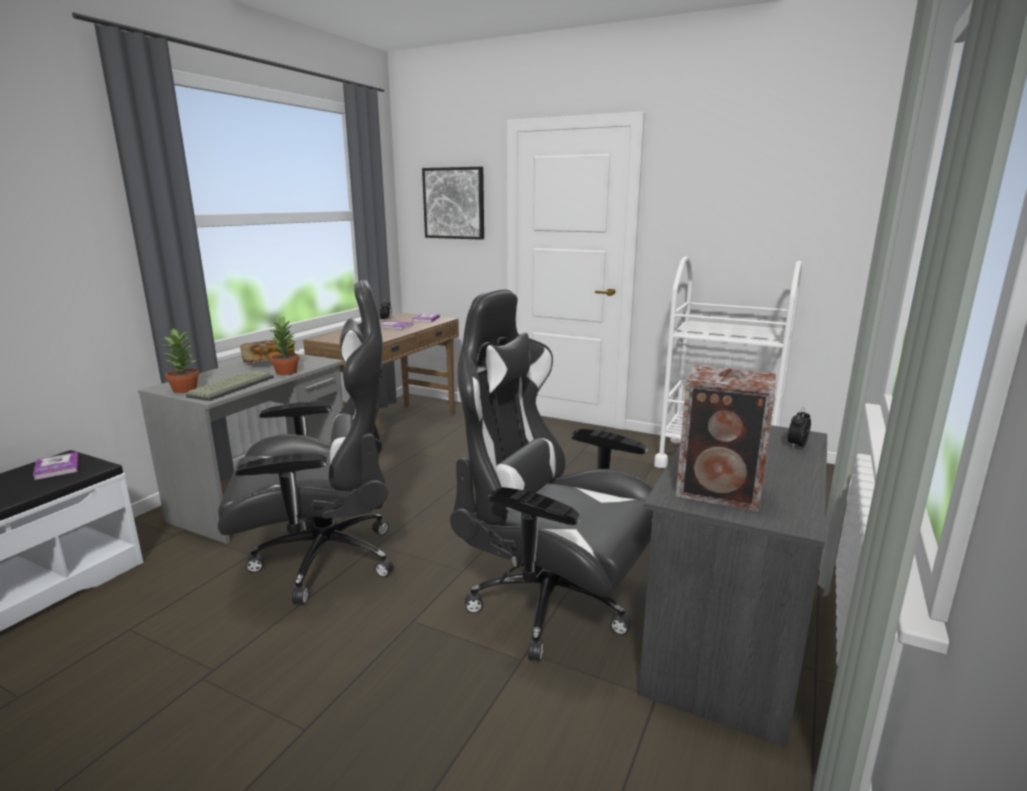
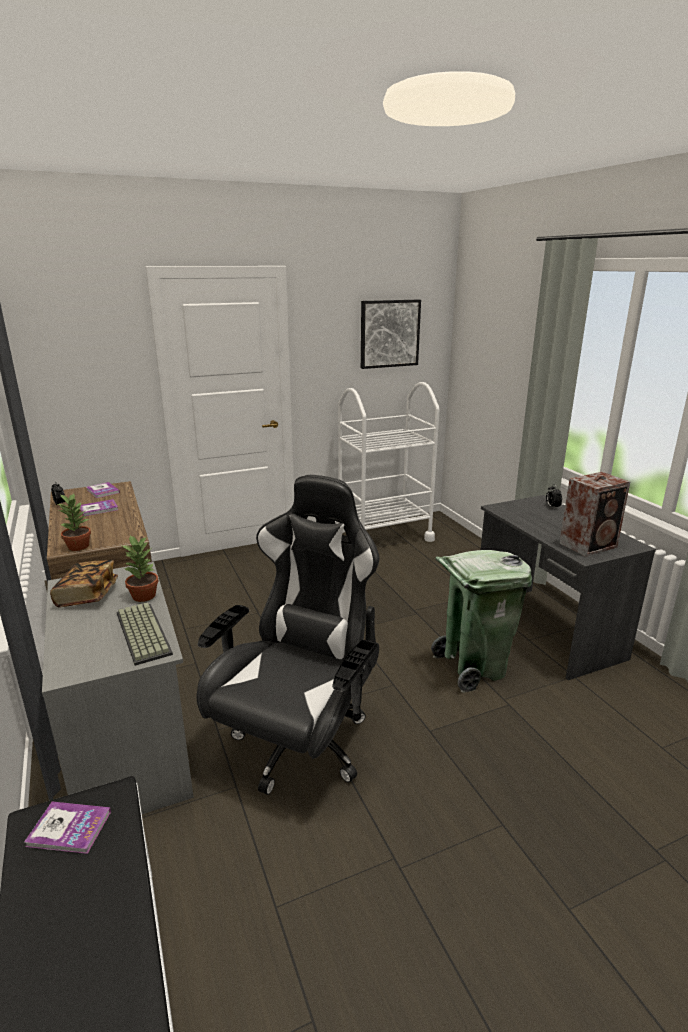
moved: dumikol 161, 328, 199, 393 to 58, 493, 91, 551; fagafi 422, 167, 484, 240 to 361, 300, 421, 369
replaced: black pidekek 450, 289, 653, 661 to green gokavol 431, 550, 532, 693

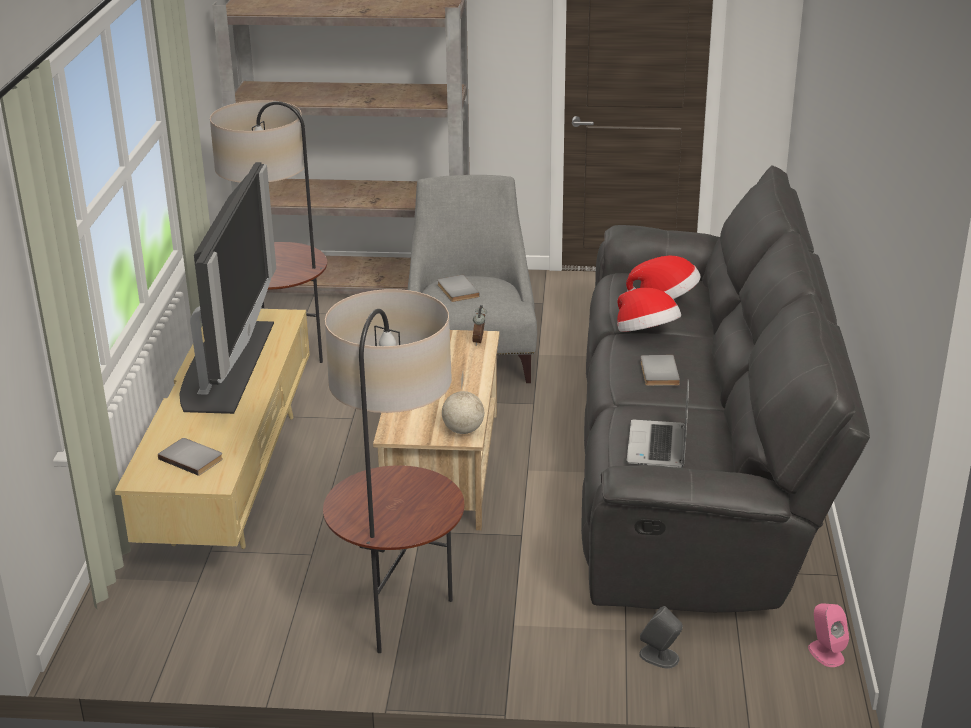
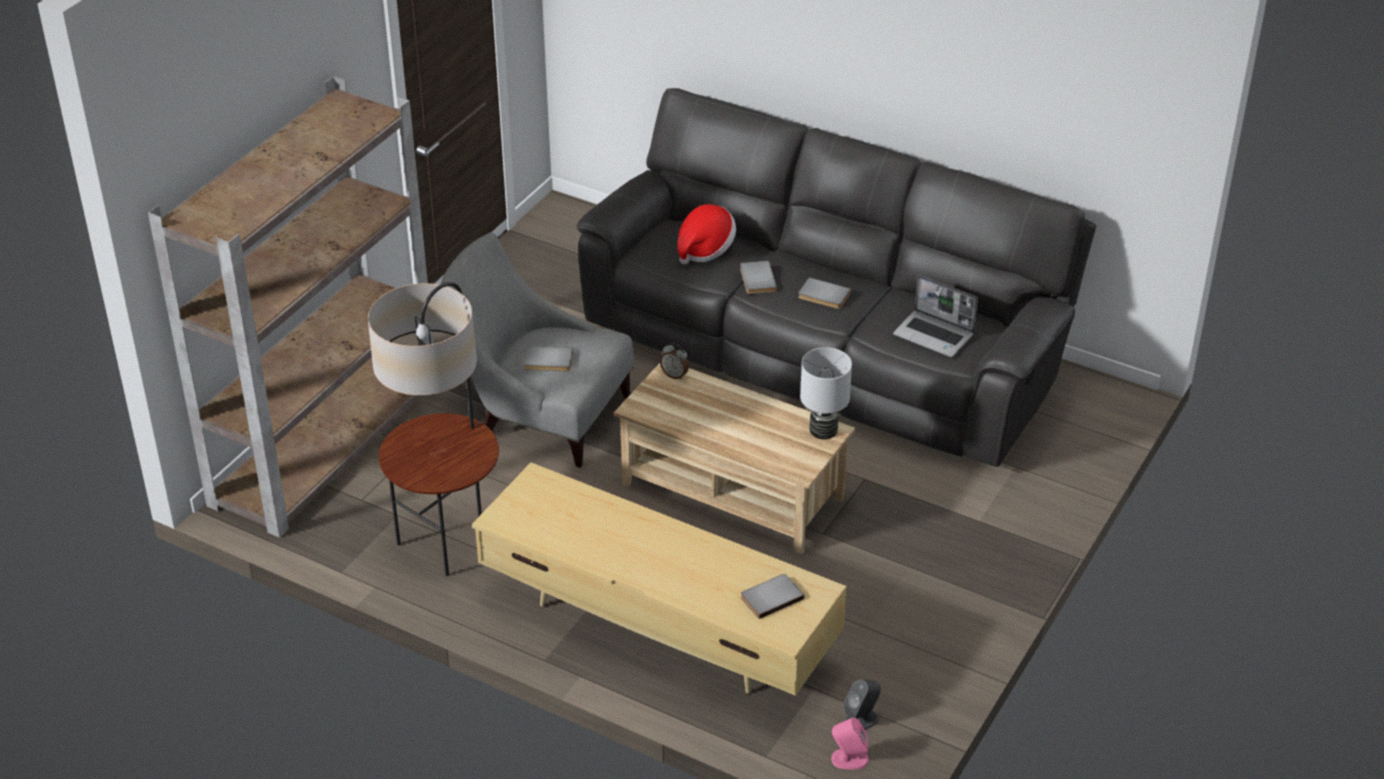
removed: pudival 179, 162, 276, 414; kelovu 323, 289, 464, 653
moved: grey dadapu 639, 606, 683, 669 to 844, 679, 881, 730; pink dadapu 808, 603, 849, 667 to 831, 717, 869, 769
replaced: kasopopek 442, 372, 484, 434 to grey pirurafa 800, 347, 852, 439; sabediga 617, 288, 681, 332 to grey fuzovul 740, 261, 777, 294

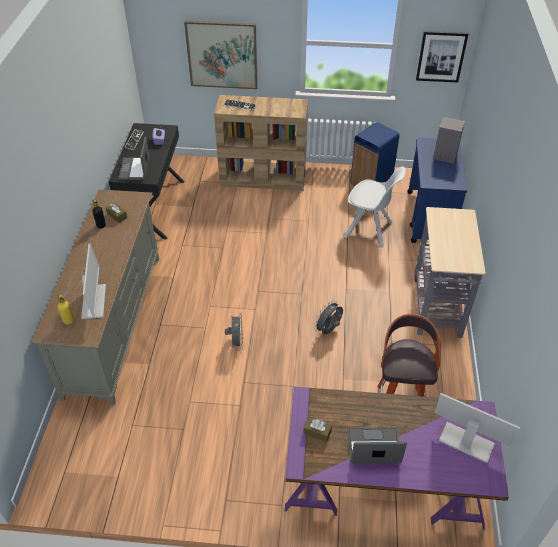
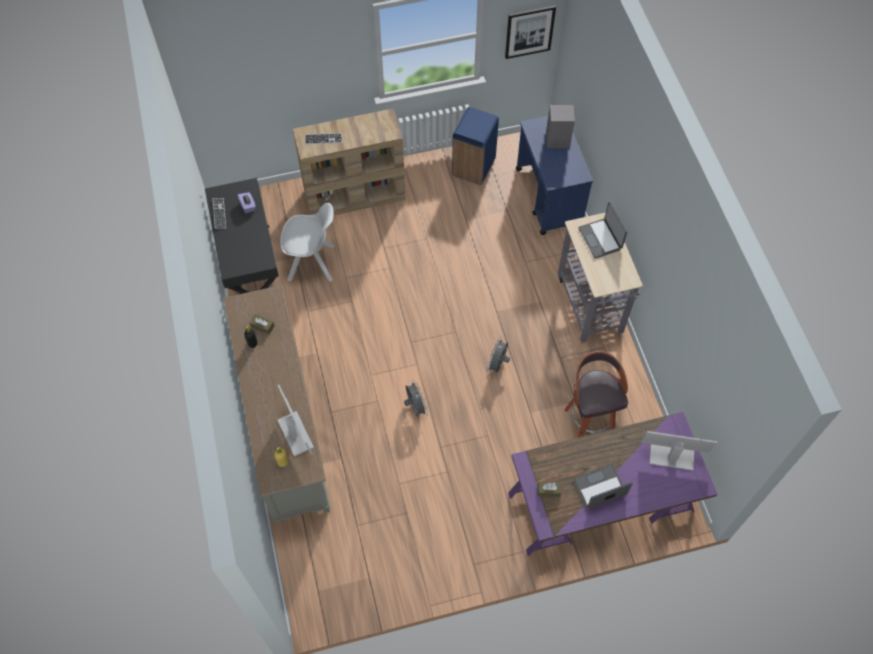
removed: fagafi 184, 21, 258, 89
moved: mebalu 118, 136, 150, 180 to 578, 202, 627, 258; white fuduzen 344, 166, 406, 247 to 280, 203, 334, 282

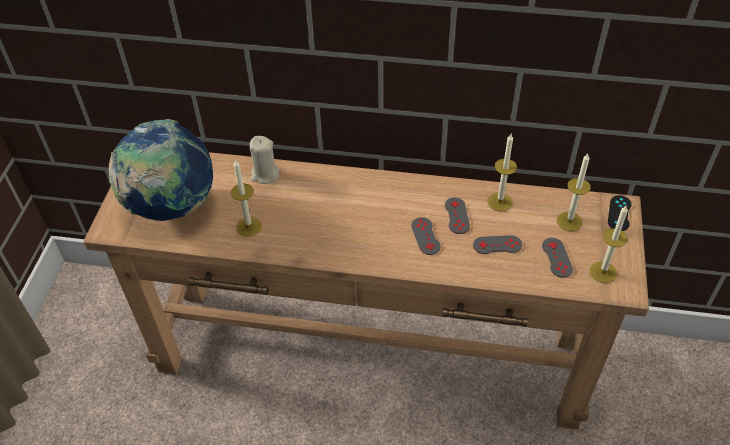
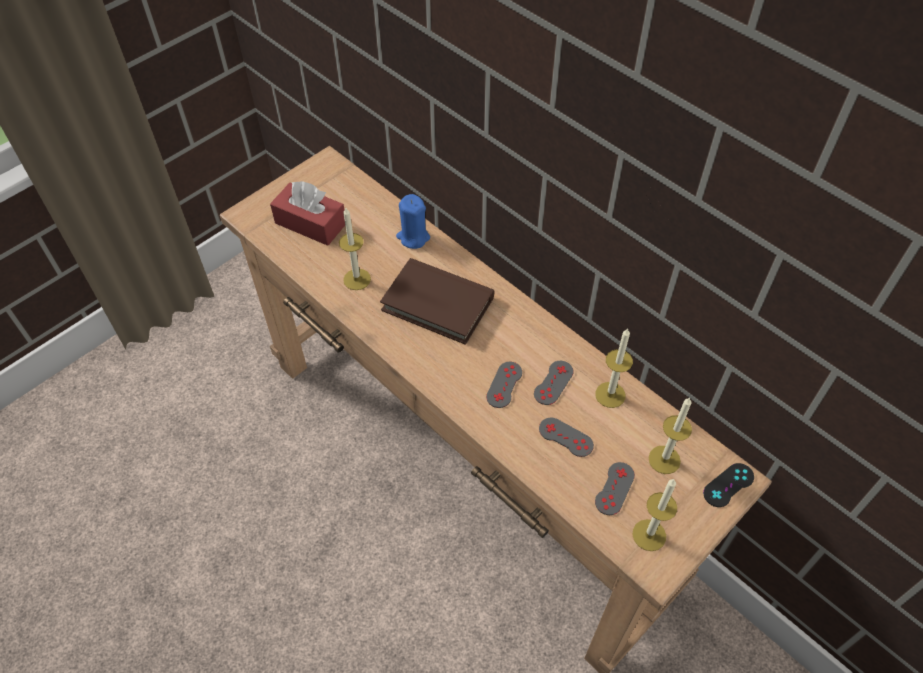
added: brown fuzovul 380, 258, 494, 345
replaced: kasopopek 109, 119, 213, 221 to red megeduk 270, 181, 345, 246
recoloured: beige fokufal 250, 136, 280, 184 to blue fokufal 396, 194, 430, 249

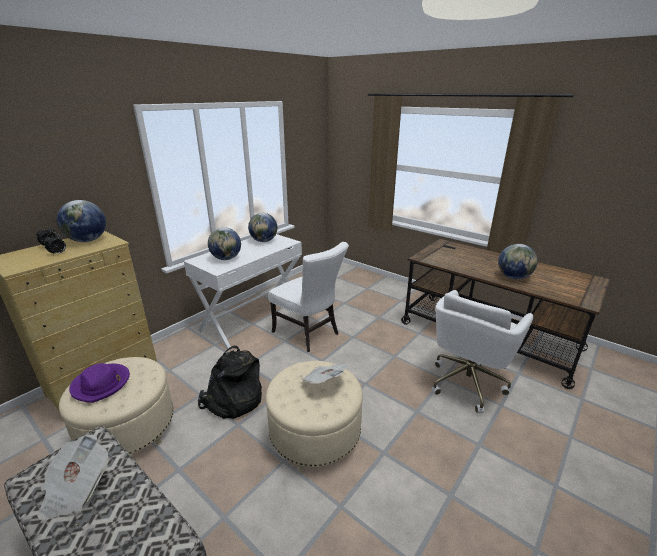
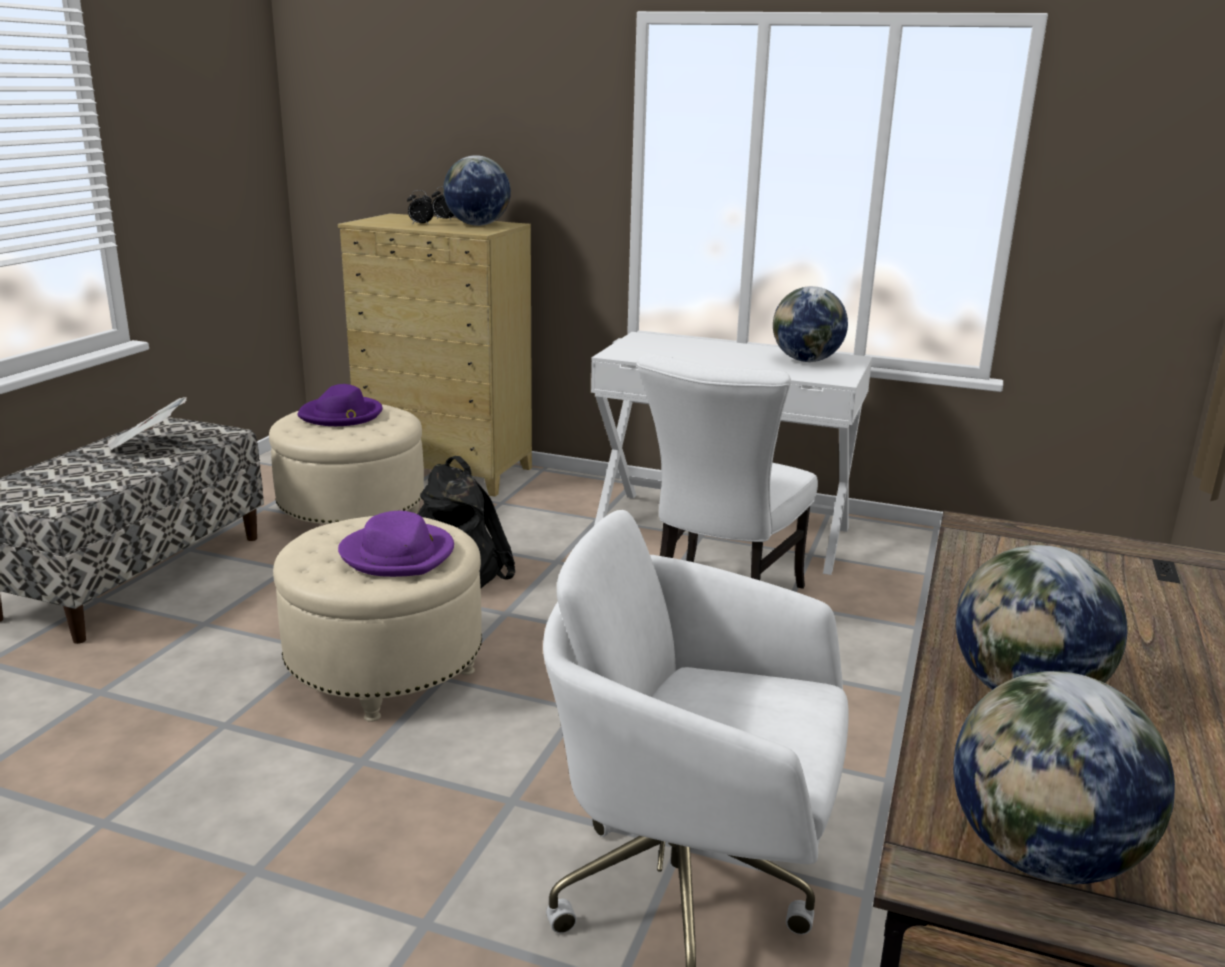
moved: kasopopek 208, 227, 241, 260 to 953, 671, 1175, 884
replaced: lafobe 301, 364, 349, 384 to purple sabediga 338, 511, 454, 577

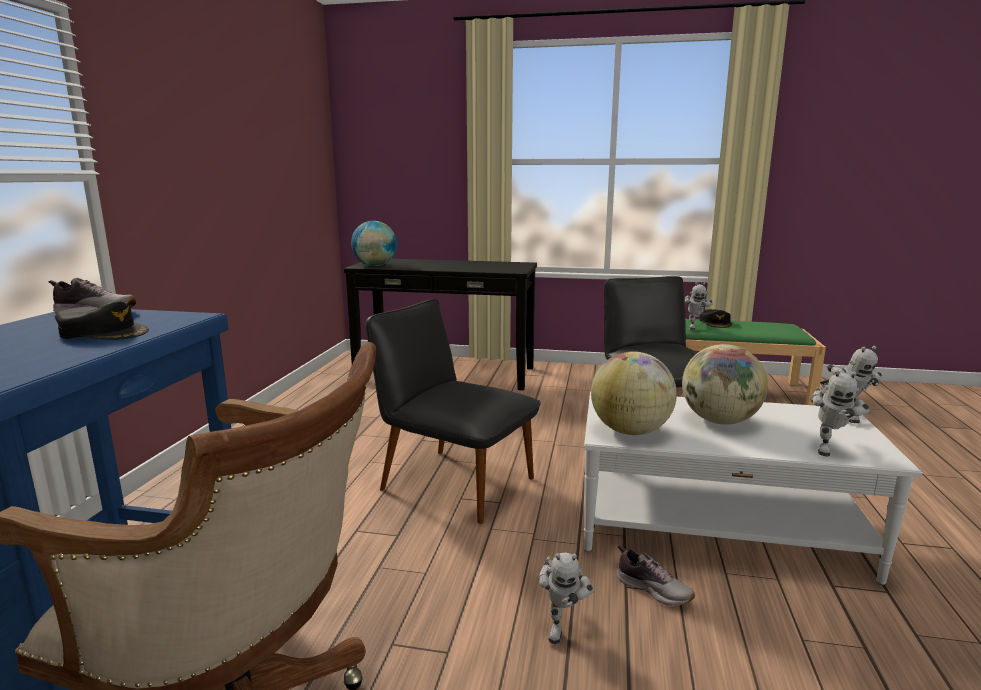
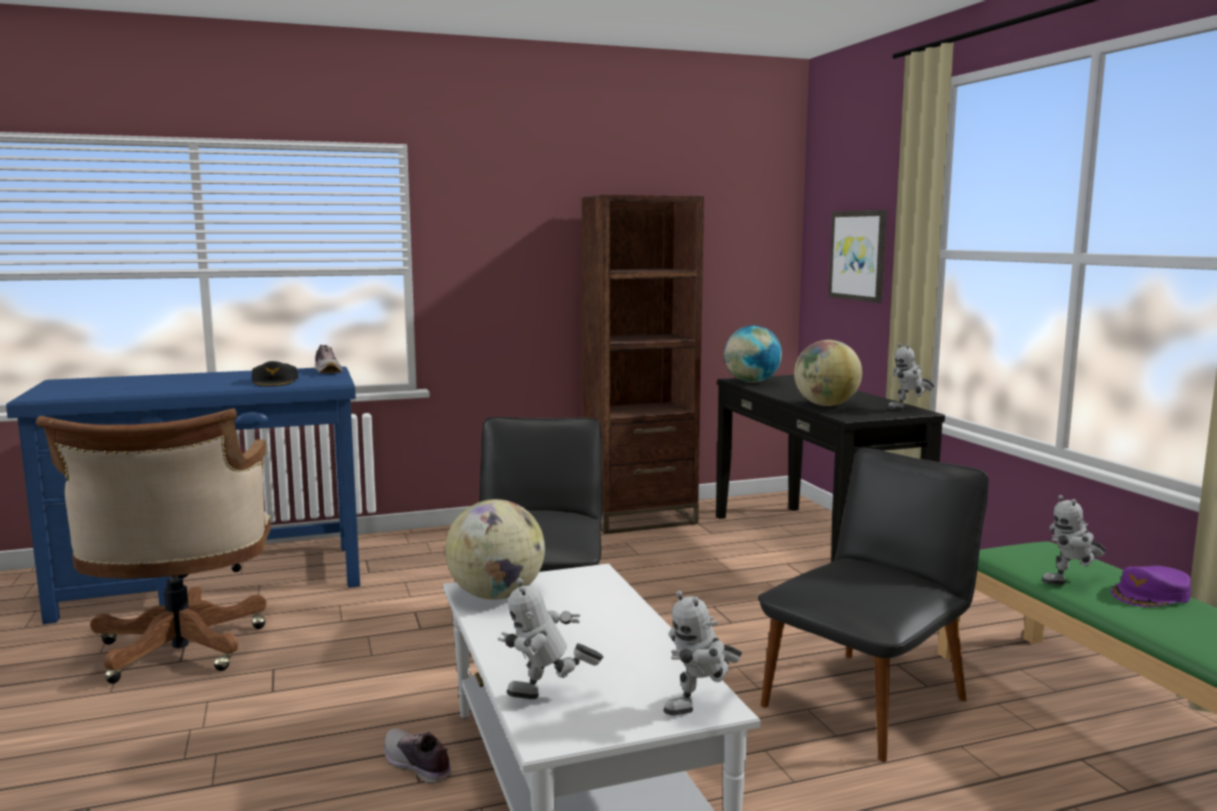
added: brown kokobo 582, 195, 704, 534; fagafi 828, 210, 887, 303
moved: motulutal 538, 553, 594, 644 to 888, 343, 934, 410; kasopopek 682, 344, 768, 424 to 794, 340, 862, 406
recoloured: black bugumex 700, 309, 732, 328 to purple bugumex 1111, 566, 1191, 607
turned: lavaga 617, 545, 695, 606 = 384, 728, 452, 784 120 degrees clockwise

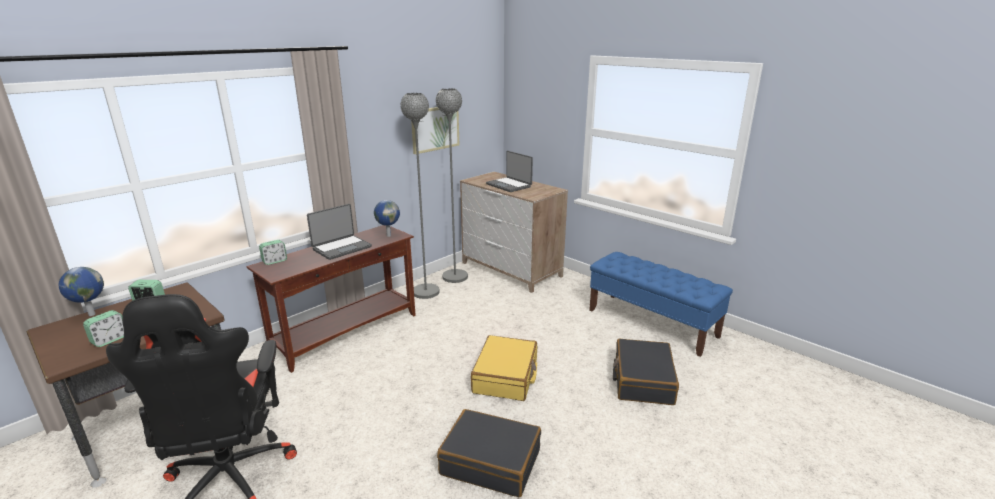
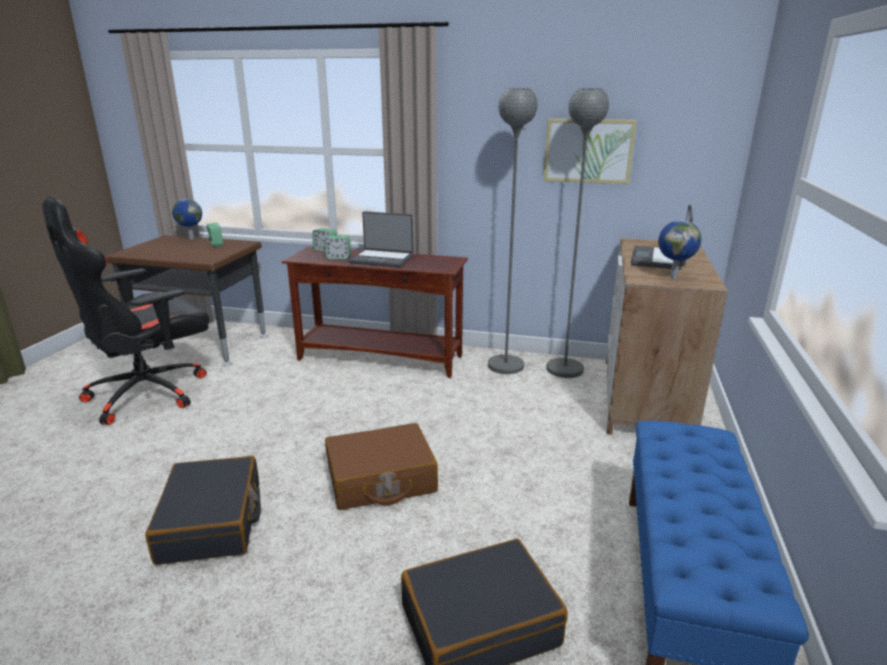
moved: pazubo 83, 310, 124, 347 to 324, 235, 351, 259; kasopopek 374, 200, 400, 237 to 658, 220, 701, 279
recoloured: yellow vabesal 471, 335, 537, 401 to brown vabesal 325, 423, 438, 510

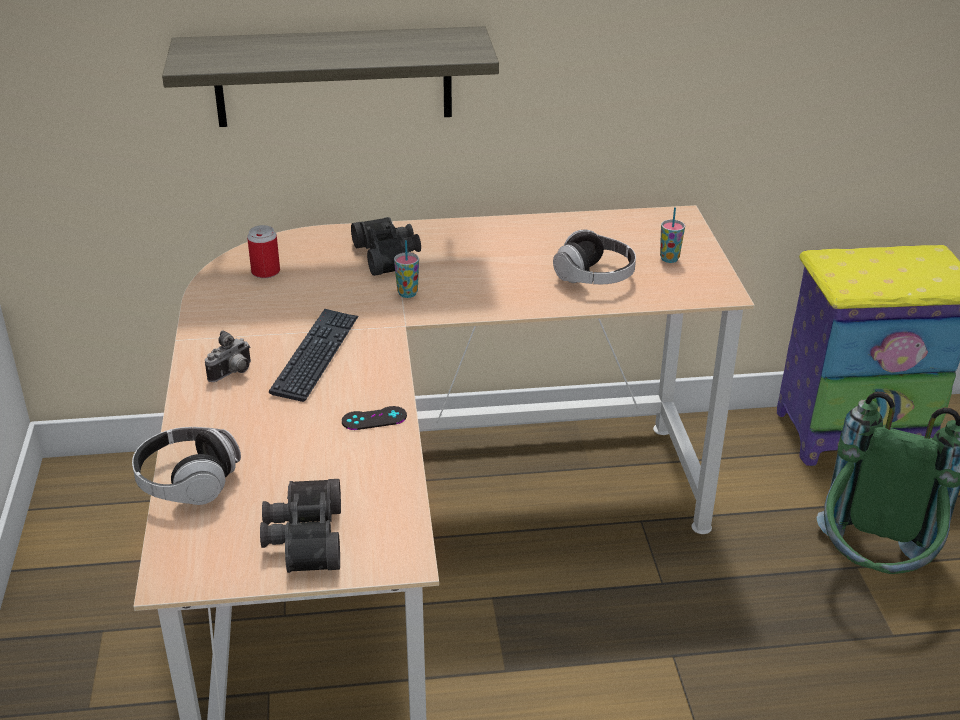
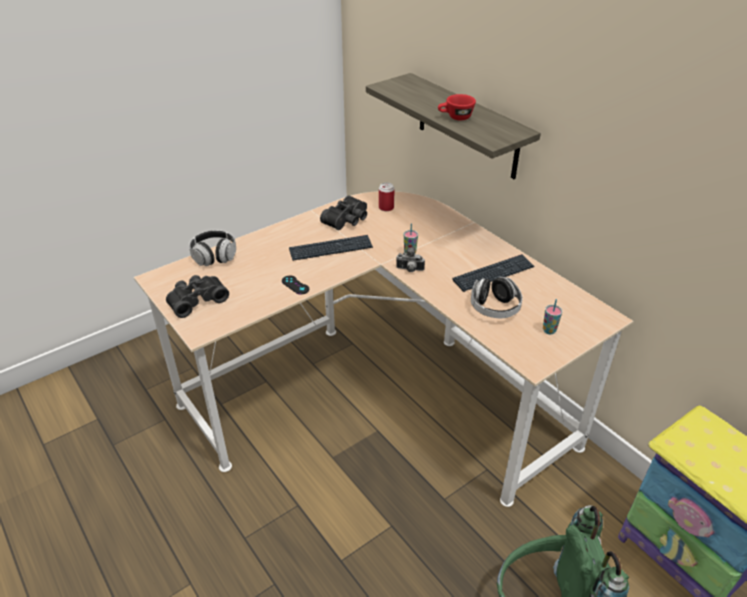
added: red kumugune 438, 94, 476, 120; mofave 452, 254, 535, 292
moved: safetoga 205, 330, 251, 382 to 396, 247, 425, 272; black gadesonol 351, 217, 421, 276 to 320, 195, 367, 230

